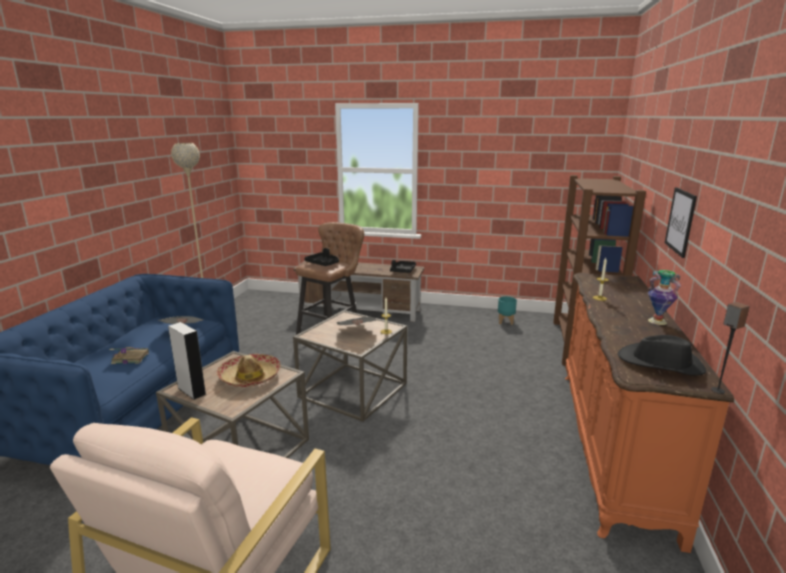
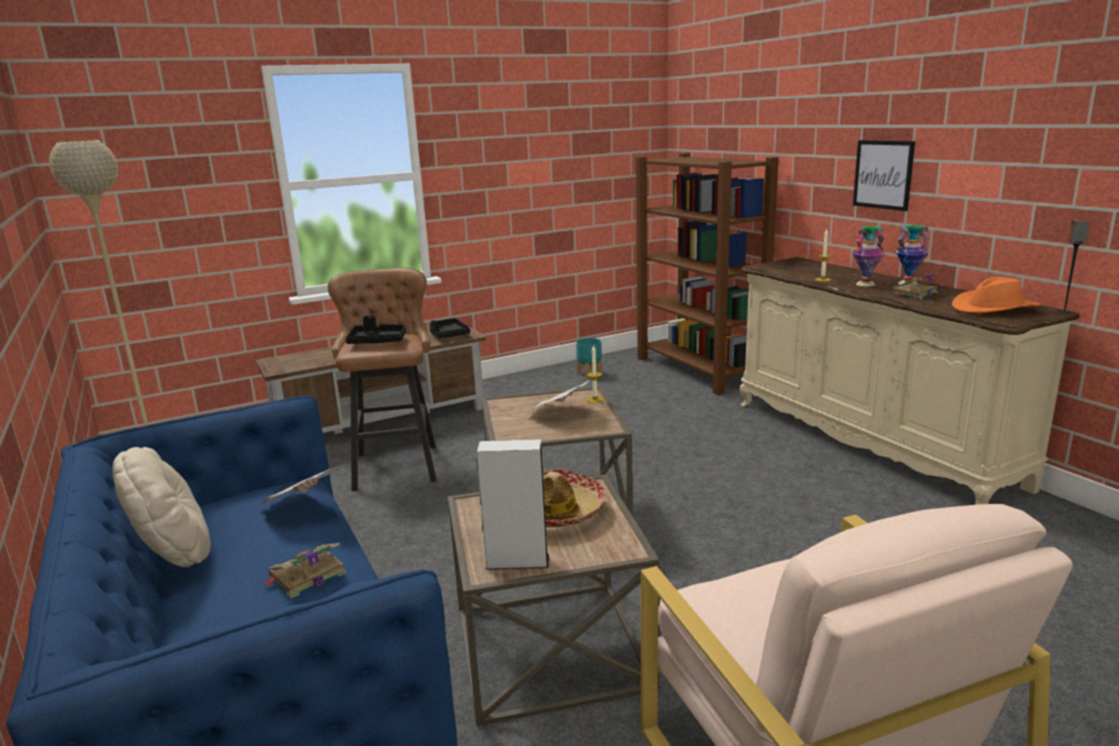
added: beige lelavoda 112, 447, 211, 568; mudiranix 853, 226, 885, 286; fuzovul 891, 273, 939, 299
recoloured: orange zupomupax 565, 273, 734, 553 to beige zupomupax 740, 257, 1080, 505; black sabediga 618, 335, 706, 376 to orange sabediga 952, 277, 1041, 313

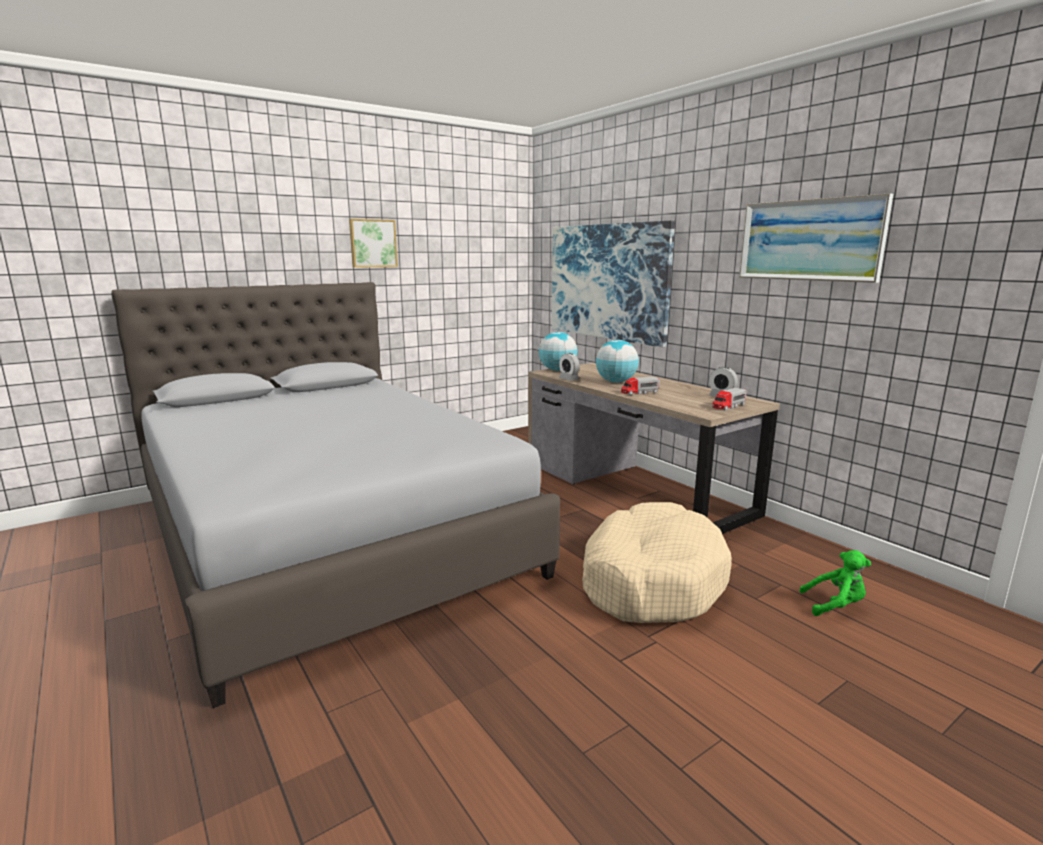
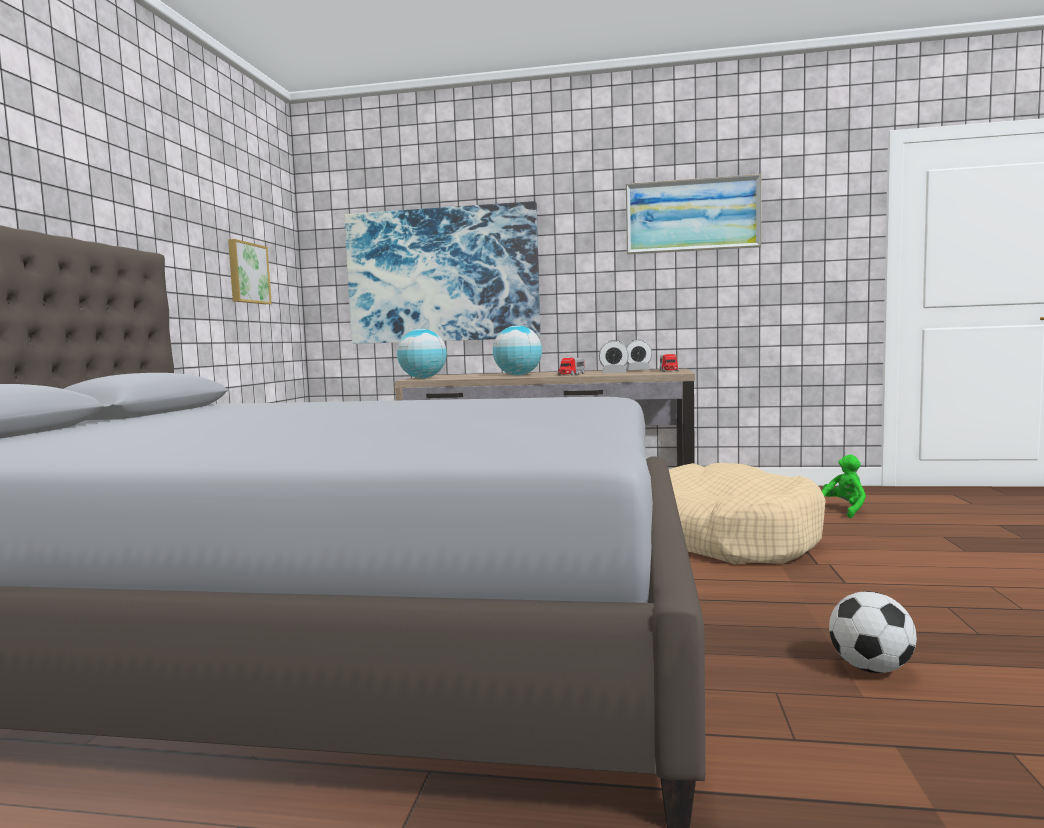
added: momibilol 829, 591, 917, 673
moved: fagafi 349, 219, 398, 268 to 228, 239, 272, 304; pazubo 559, 353, 580, 381 to 599, 340, 629, 373

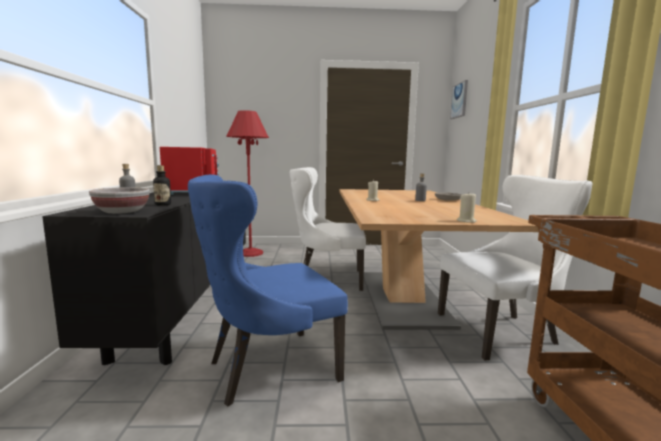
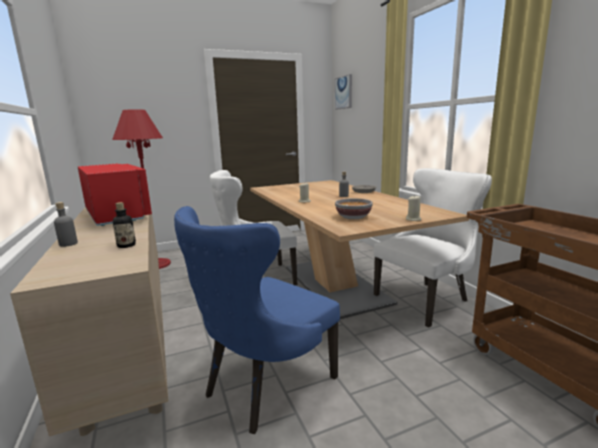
moved: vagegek 89, 187, 150, 213 to 335, 198, 373, 219
recoloured: black zupomupax 42, 192, 246, 365 to beige zupomupax 10, 207, 168, 436

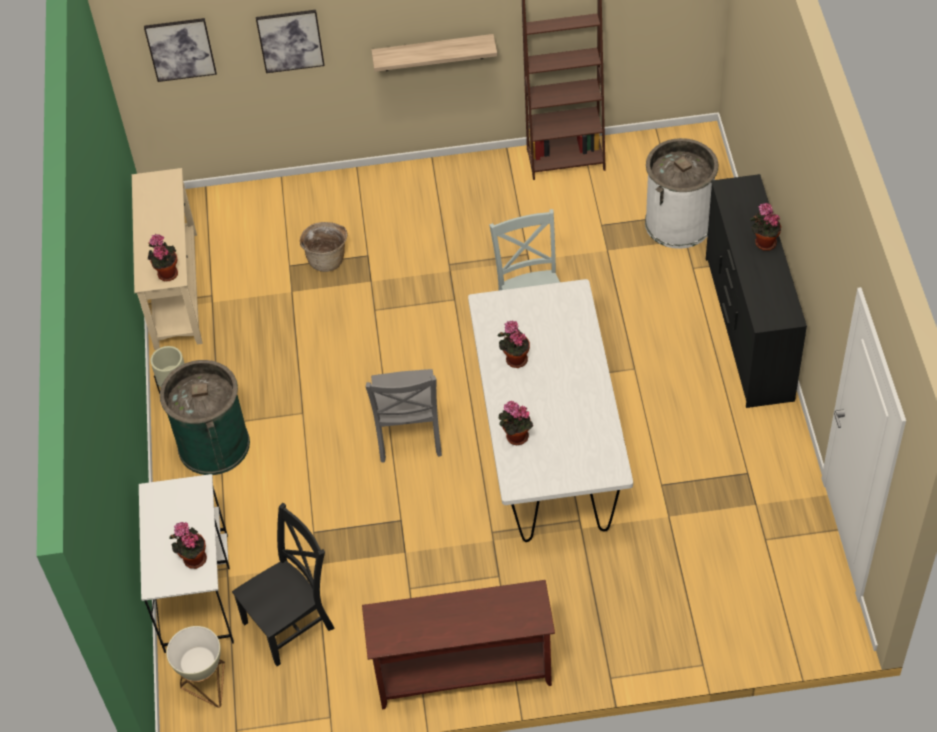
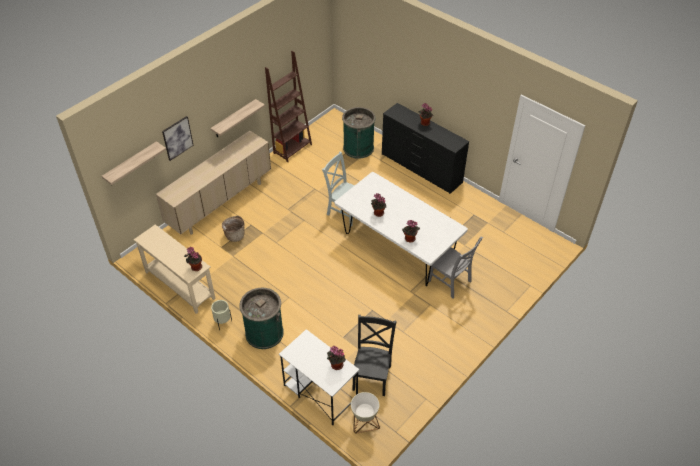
removed: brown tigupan 362, 580, 555, 709
added: beige zupomupax 156, 131, 271, 235
moved: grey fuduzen 365, 369, 442, 463 to 429, 237, 483, 299
replaced: fagafi 144, 18, 217, 82 to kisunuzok 102, 141, 166, 185
recoloured: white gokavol 645, 138, 719, 249 to green gokavol 342, 107, 376, 159

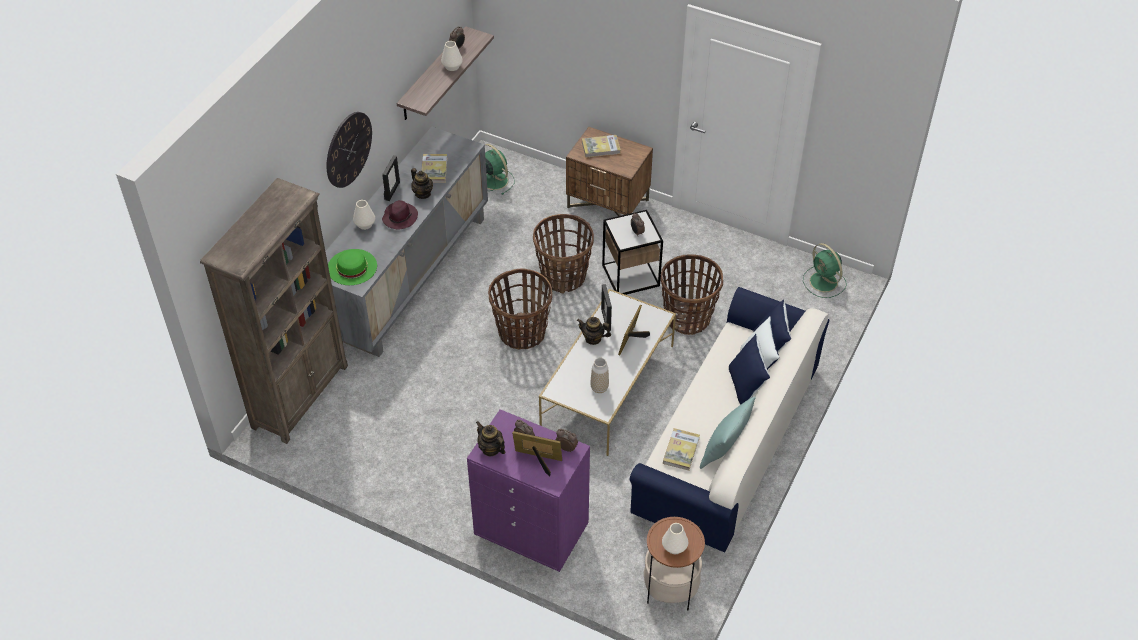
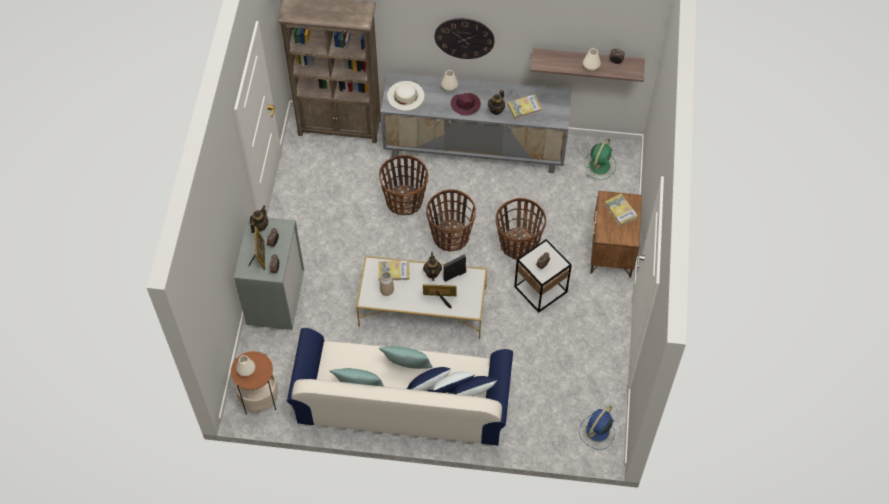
removed: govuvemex 382, 155, 400, 201
added: turquoise lelavoda 379, 346, 433, 369
moved: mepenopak 661, 254, 723, 335 to 379, 155, 428, 215; fuzovul 663, 428, 700, 471 to 378, 261, 410, 281
recoloured: green sabediga 328, 249, 377, 285 to white sabediga 387, 81, 424, 111; purple zupomupax 467, 409, 590, 572 to grey zupomupax 234, 216, 304, 330; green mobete 803, 243, 846, 298 to blue mobete 579, 405, 615, 450

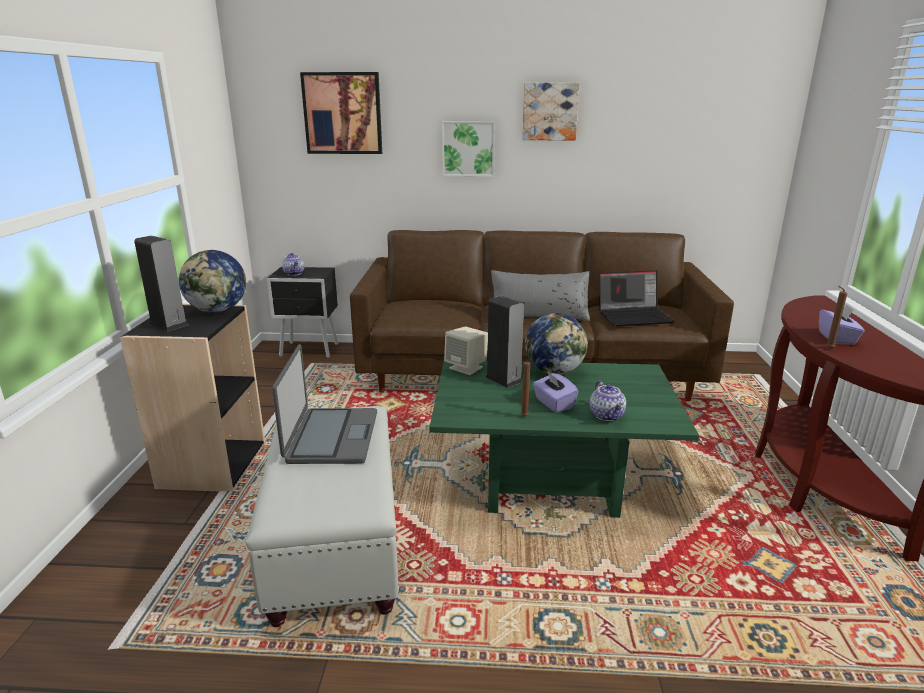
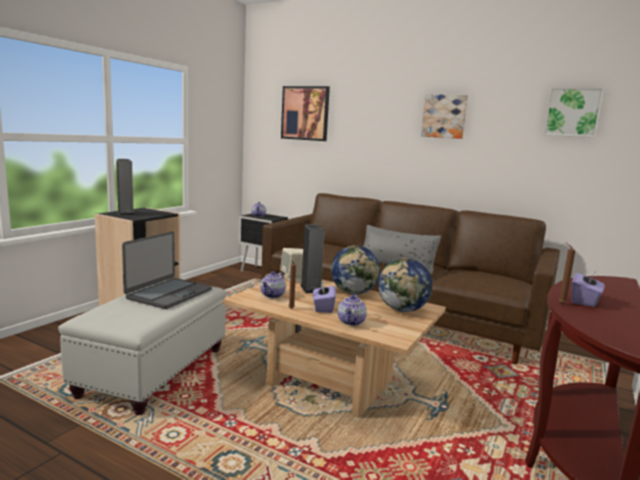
removed: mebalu 599, 270, 675, 327
added: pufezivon 260, 271, 286, 298
moved: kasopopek 179, 250, 246, 313 to 378, 258, 433, 312; fagafi 442, 121, 495, 177 to 543, 87, 604, 137
recoloured: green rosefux 430, 360, 699, 518 to beige rosefux 223, 274, 446, 418

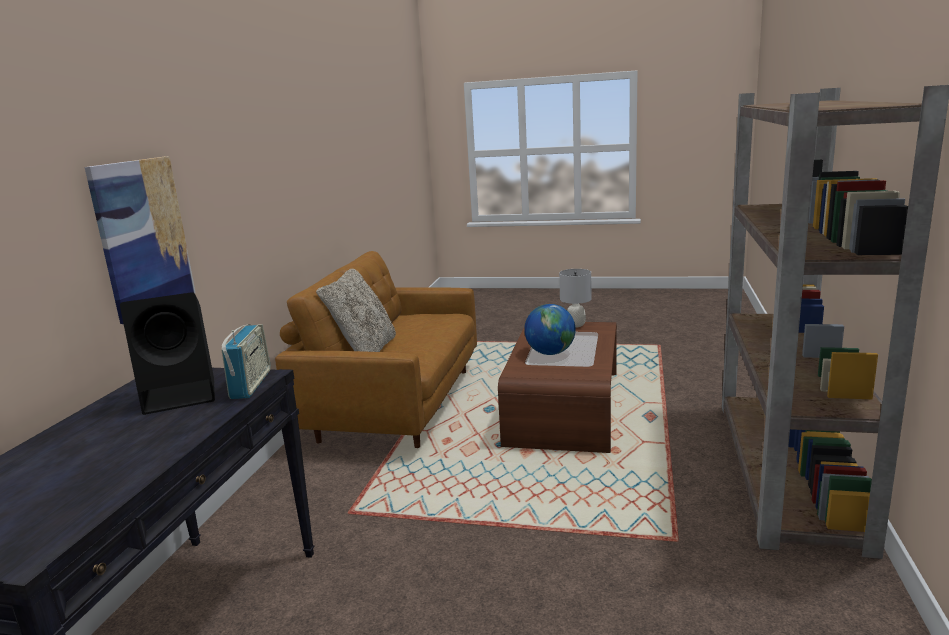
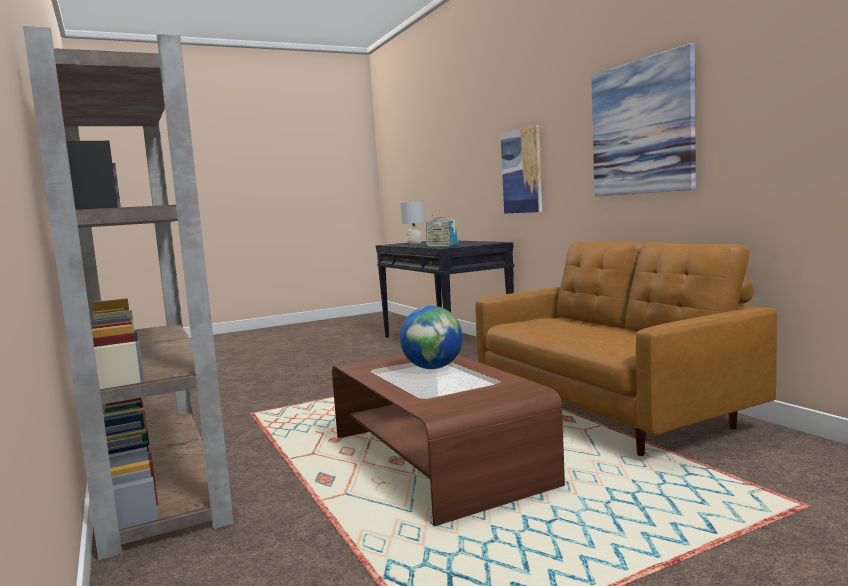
removed: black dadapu 120, 292, 215, 415; beige lelavoda 316, 269, 396, 352
added: fagafi 591, 43, 696, 197
moved: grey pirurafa 559, 269, 592, 327 to 400, 201, 425, 245

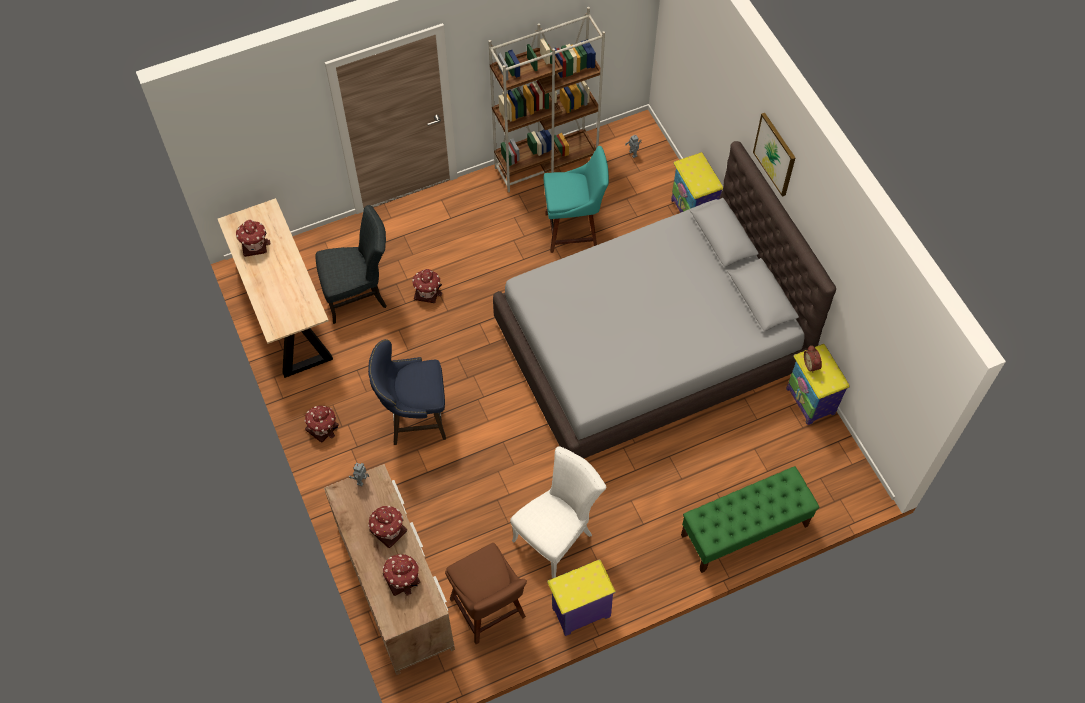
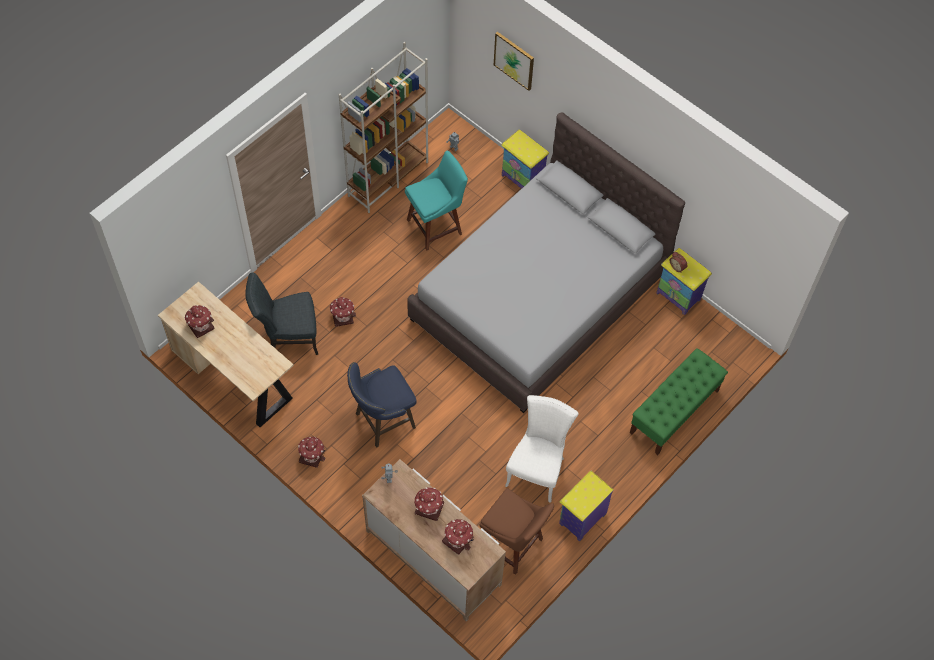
moved: fagafi 753, 113, 795, 197 to 494, 32, 534, 91
turned: grey fuduzen 315, 205, 387, 324 = 245, 272, 318, 355 150 degrees counterclockwise

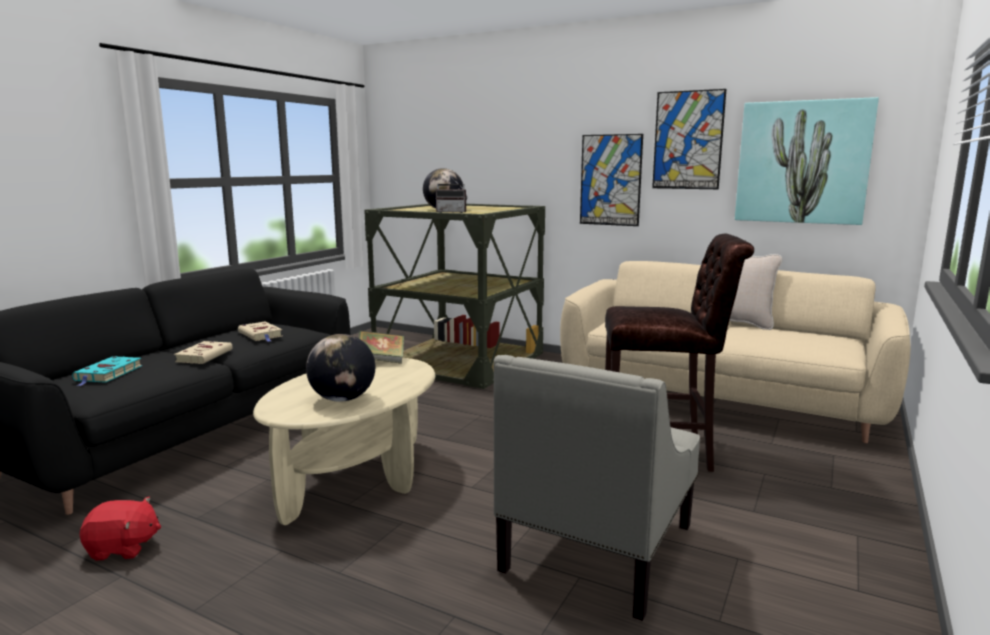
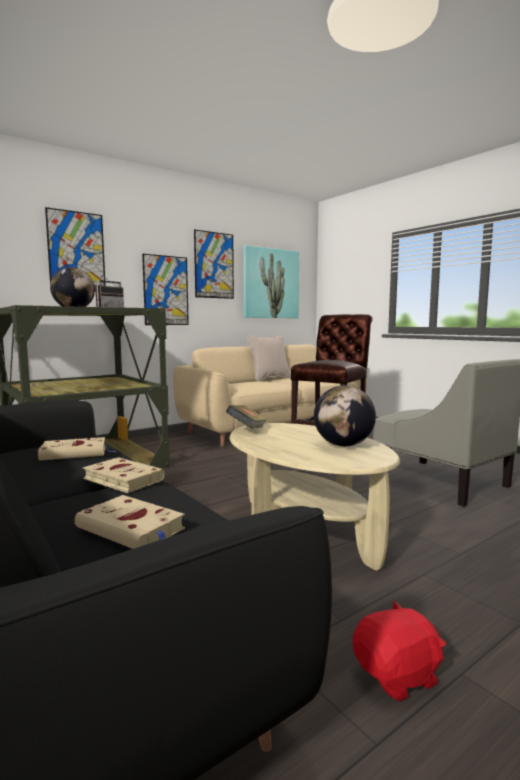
added: fagafi 45, 207, 106, 292
recoloured: turquoise fuzovul 72, 356, 143, 386 to beige fuzovul 75, 495, 185, 549
turned: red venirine 80, 496, 161, 561 = 353, 601, 446, 702 45 degrees clockwise

